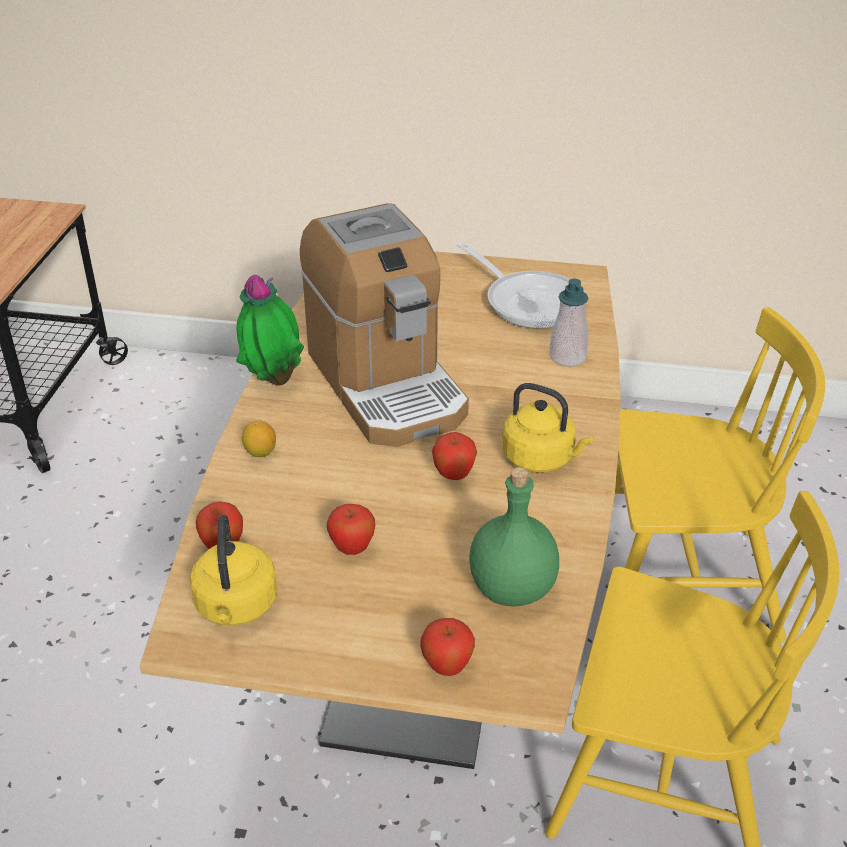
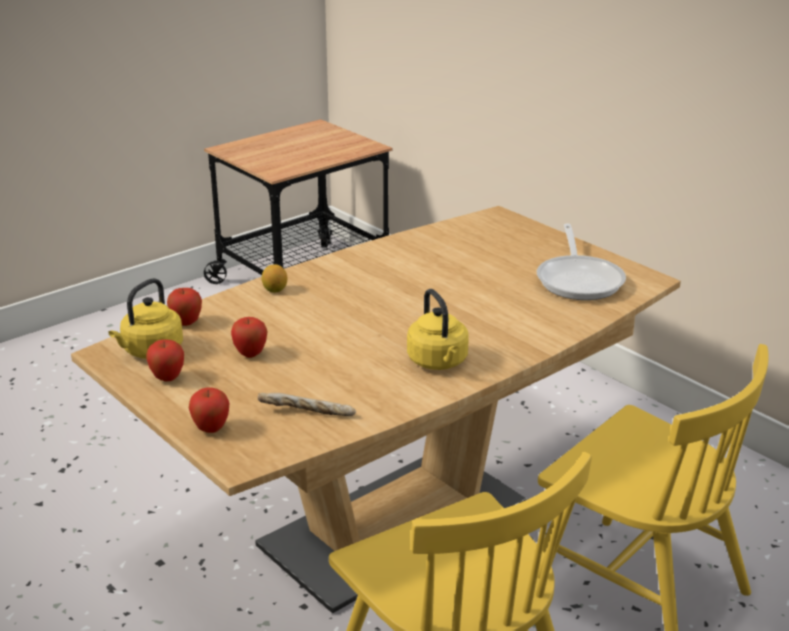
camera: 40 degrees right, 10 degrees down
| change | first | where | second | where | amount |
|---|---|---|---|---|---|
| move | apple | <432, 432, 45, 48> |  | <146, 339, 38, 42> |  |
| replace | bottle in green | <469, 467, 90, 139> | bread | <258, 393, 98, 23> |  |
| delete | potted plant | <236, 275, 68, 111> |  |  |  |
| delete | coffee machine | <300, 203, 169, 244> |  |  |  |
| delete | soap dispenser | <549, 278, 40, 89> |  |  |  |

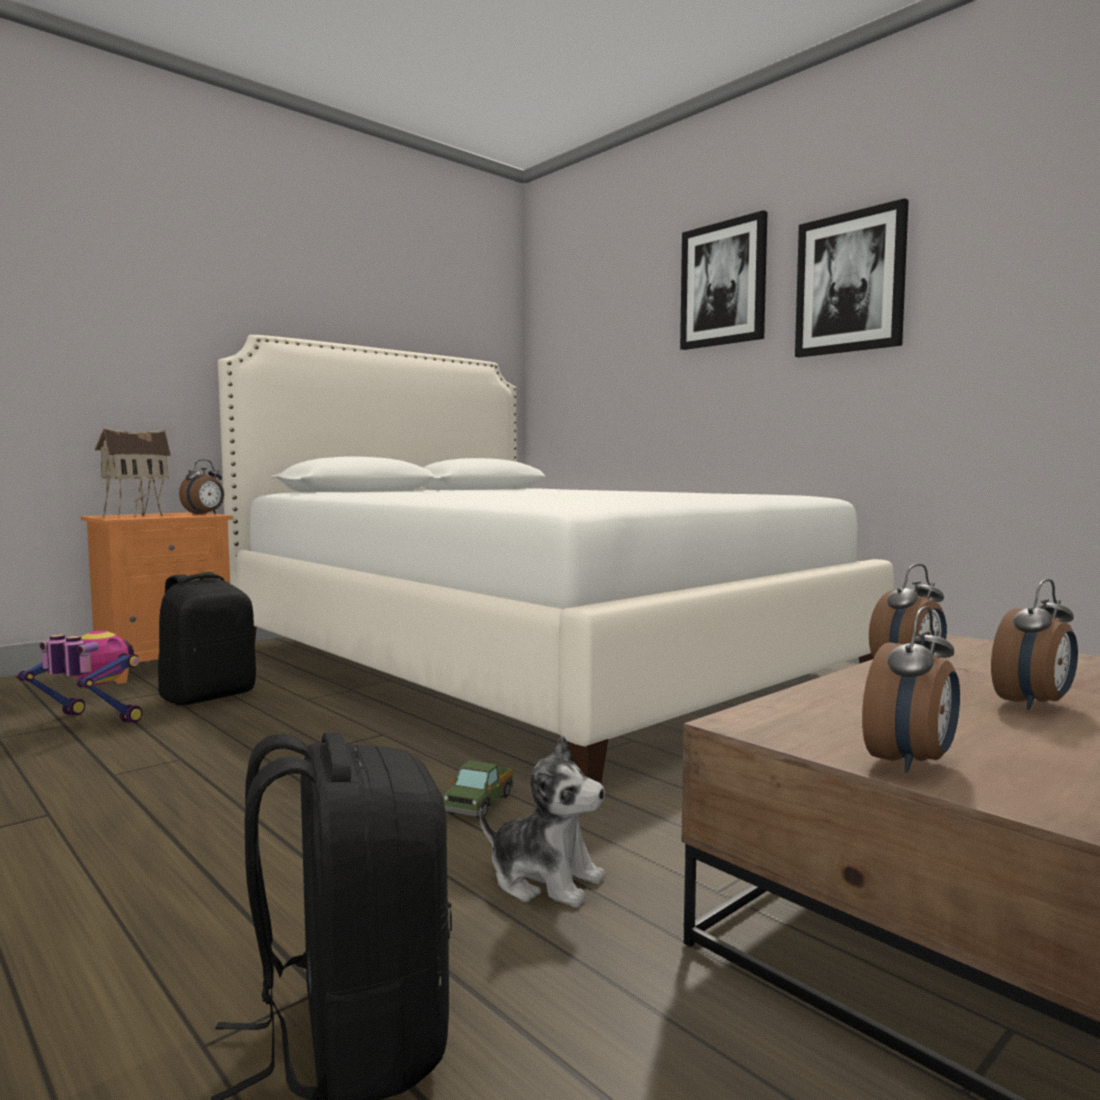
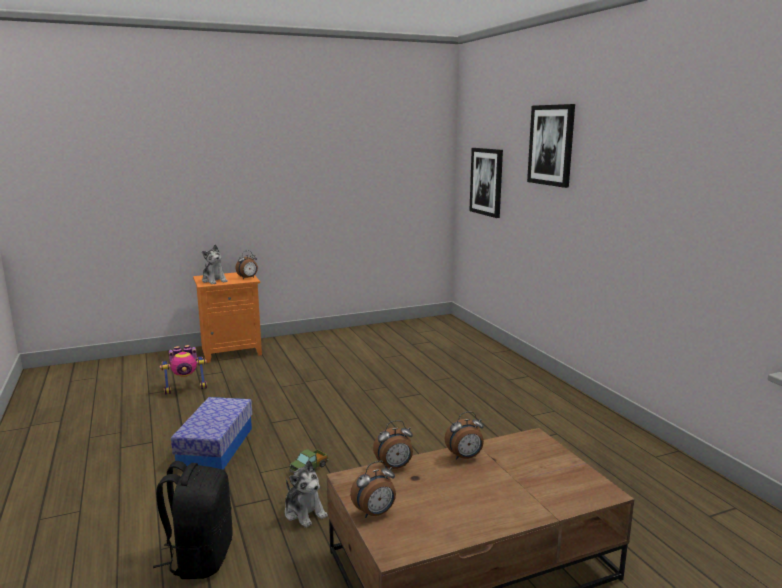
camera: 20 degrees right, 10 degrees up
| change | first | where | second | where | amount |
|---|---|---|---|---|---|
| rotate | toy robot | <17, 631, 125, 92> |  | <160, 345, 47, 49> | 120 degrees clockwise |
| insert |  |  | storage box | <171, 397, 81, 73> |  |
| replace | toy house | <94, 427, 77, 92> | plush toy | <202, 245, 26, 40> |  |
| move | alarm clock | <991, 579, 87, 131> |  | <373, 420, 40, 49> |  |
| move | picture | <795, 198, 114, 159> |  | <469, 148, 34, 70> |  |
| delete | backpack in black | <158, 572, 98, 133> |  |  |  |
| delete | bed in white | <218, 335, 676, 448> |  |  |  |

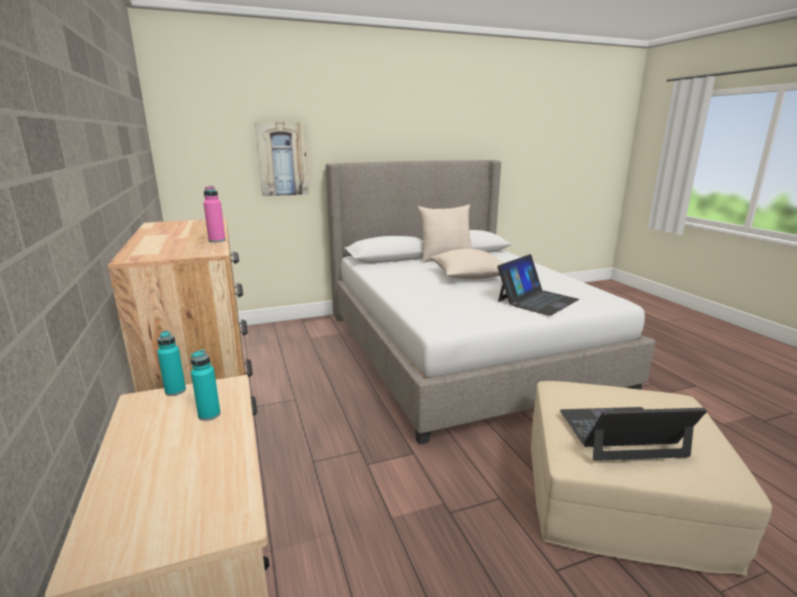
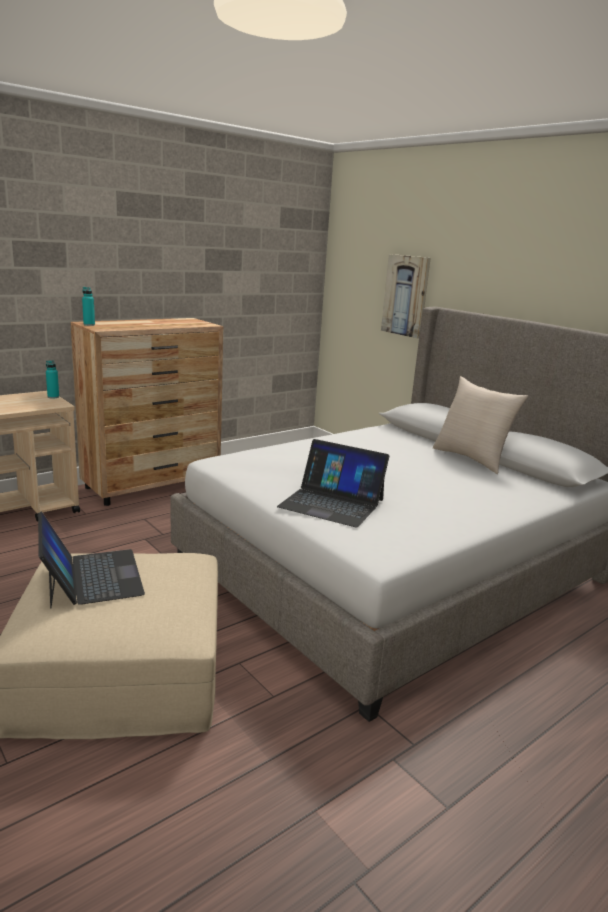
camera: 70 degrees right, 0 degrees up
| change | first | where | second | where | amount |
|---|---|---|---|---|---|
| move | bottle in turquoise | <191, 350, 29, 71> |  | <82, 287, 13, 39> |  |
| delete | bottle in pink | <203, 186, 23, 57> |  |  |  |
| delete | pillow in beige | <430, 249, 73, 30> |  |  |  |

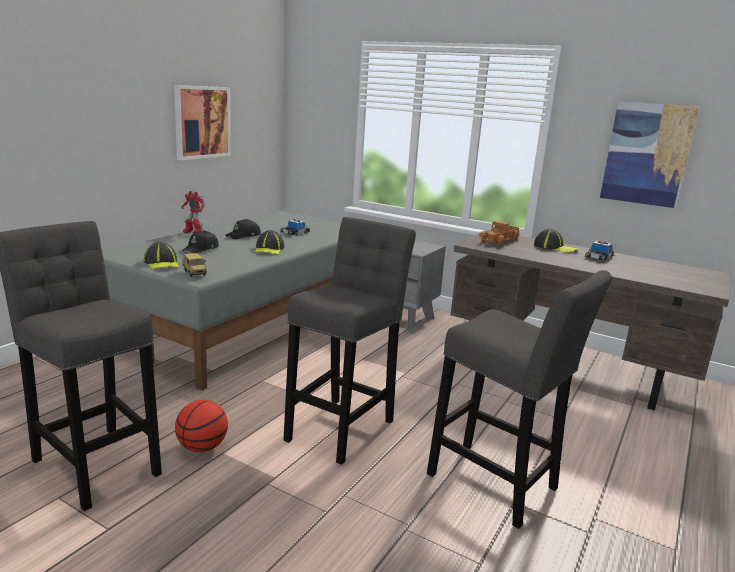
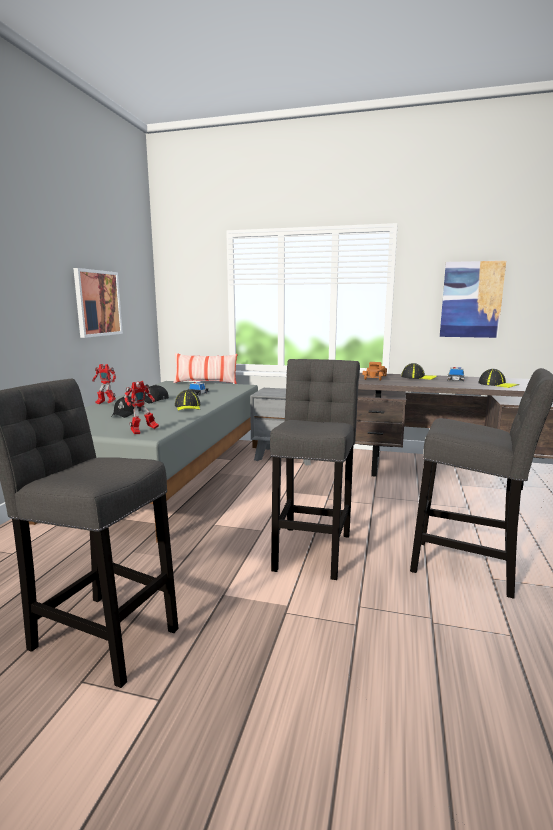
camera: 15 degrees left, 5 degrees down
| change | first | where | second | where | amount |
|---|---|---|---|---|---|
| replace | toy car | <183, 253, 24, 24> | toy robot | <124, 381, 35, 53> |  |
| insert |  |  | pillow | <174, 353, 63, 31> |  |
| move | cap | <144, 242, 35, 27> |  | <478, 369, 42, 19> |  |
| delete | basketball | <175, 400, 53, 52> |  |  |  |

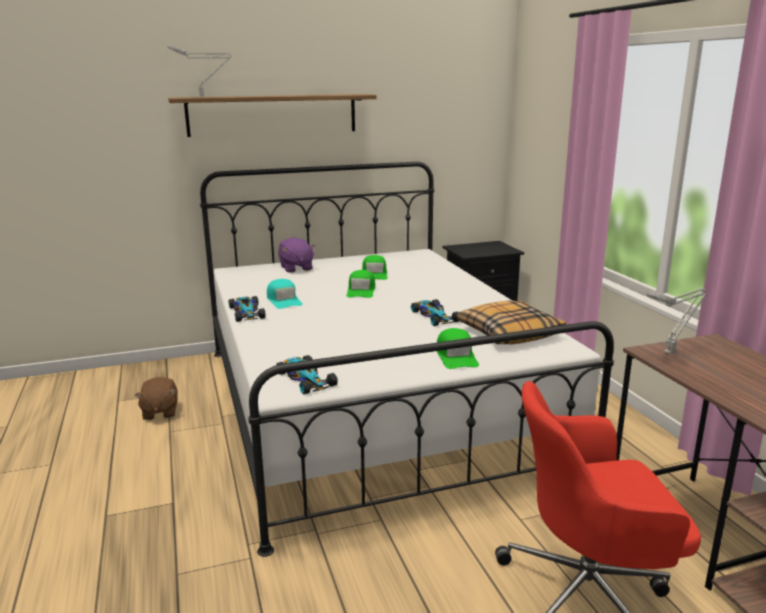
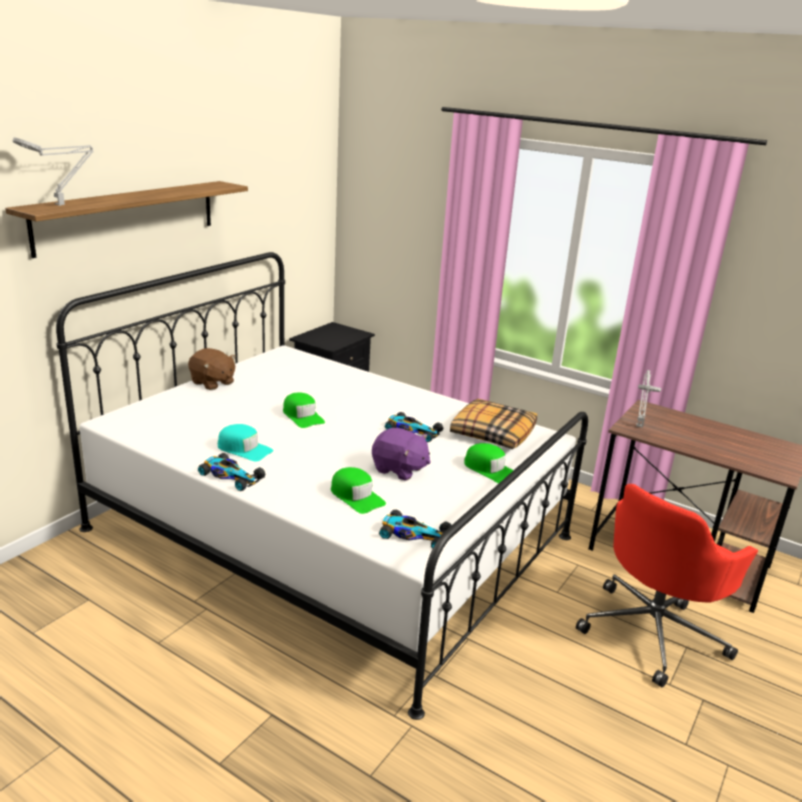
camera: 40 degrees left, 5 degrees up
| change | first | where | second | where | amount |
|---|---|---|---|---|---|
| move | plush toy in brown | <135, 377, 43, 43> |  | <188, 348, 48, 42> |  |
| move | cap in green | <362, 255, 25, 25> |  | <331, 467, 55, 47> |  |
| move | plush toy in purple | <278, 238, 37, 35> |  | <372, 428, 59, 53> |  |

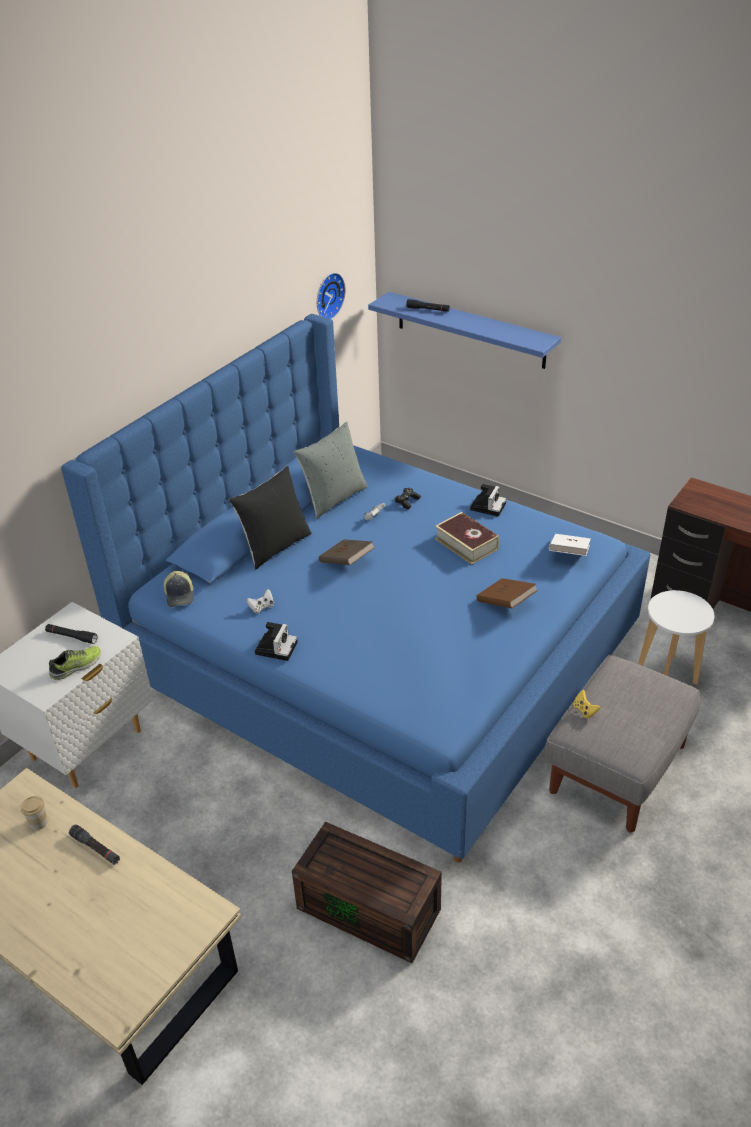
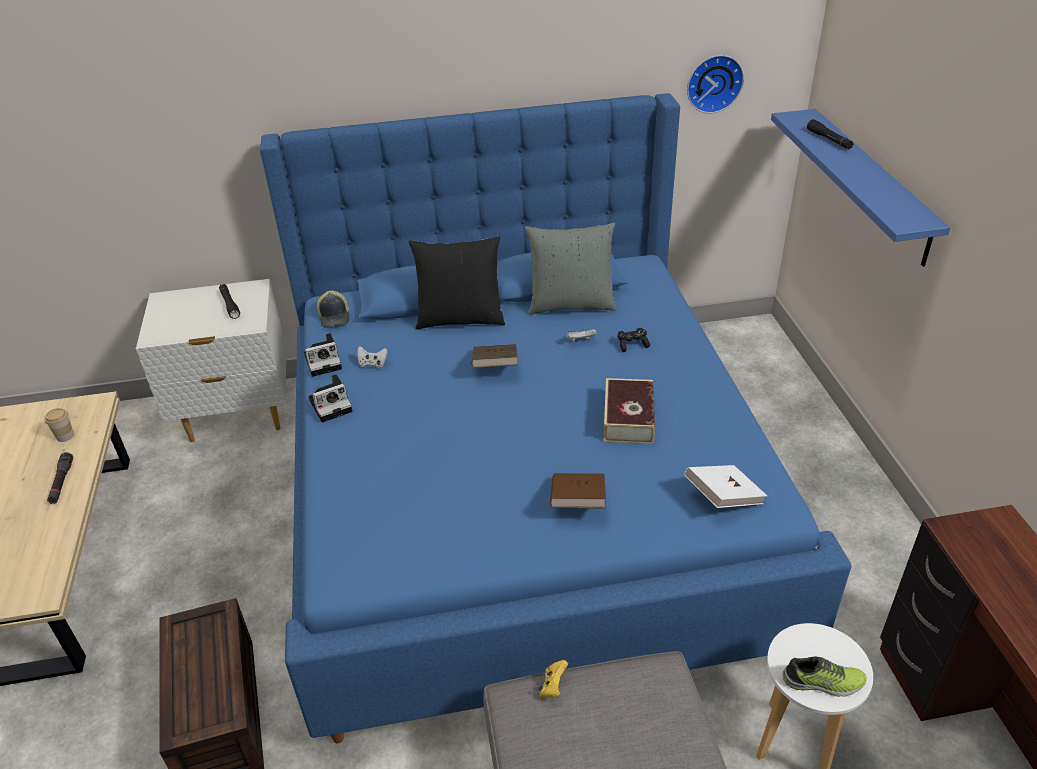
camera: 45 degrees right, 0 degrees up
| change | first | where | second | where | amount |
|---|---|---|---|---|---|
| move | photo camera | <470, 484, 36, 33> |  | <304, 333, 38, 44> |  |
| rotate | cap | <164, 571, 30, 36> |  | <317, 291, 32, 37> | 45 degrees counterclockwise |
| move | shoe | <49, 646, 52, 34> |  | <782, 657, 85, 40> |  |

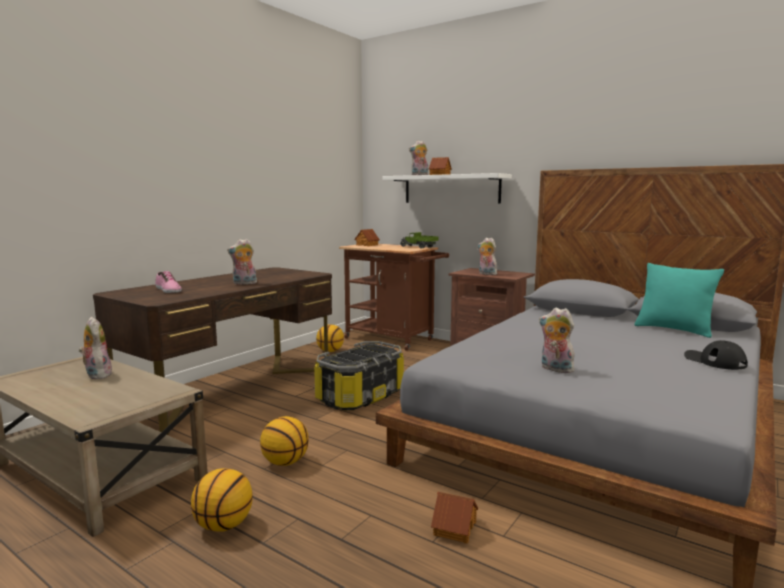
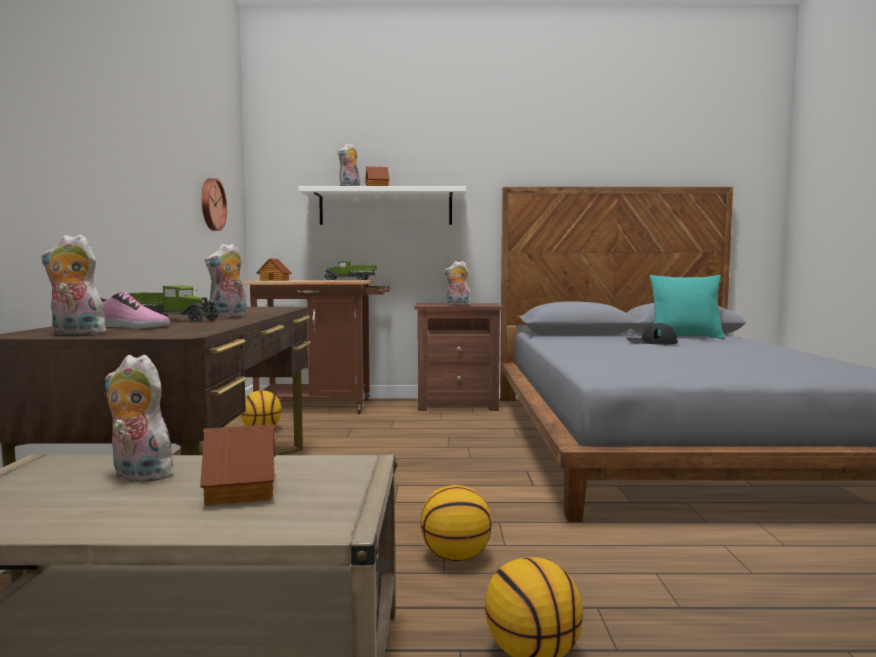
camera: 35 degrees left, 5 degrees down
| change | first | where | second | where | amount |
|---|---|---|---|---|---|
| move | plush toy | <539, 308, 36, 65> |  | <42, 234, 67, 101> |  |
| insert |  |  | toy truck | <128, 285, 92, 38> |  |
| move | toy house | <431, 492, 47, 51> |  | <200, 424, 75, 82> |  |
| insert |  |  | wall clock | <202, 178, 25, 53> |  |
| move | cap in black | <684, 340, 64, 30> |  | <626, 323, 52, 22> |  |
| delete | storage box | <314, 341, 90, 69> |  |  |  |

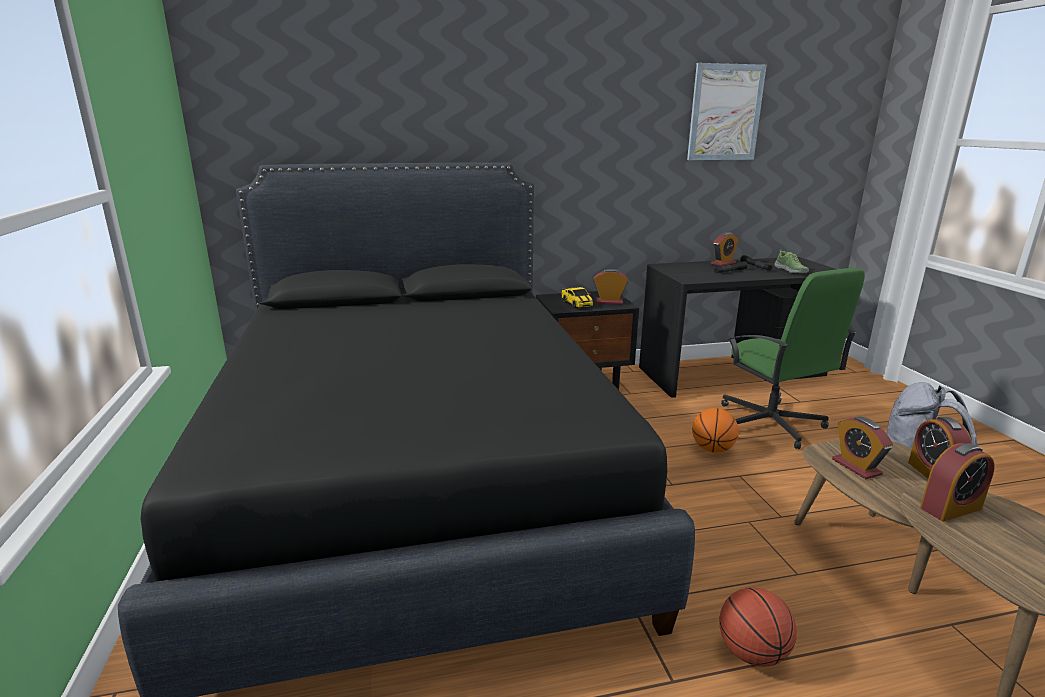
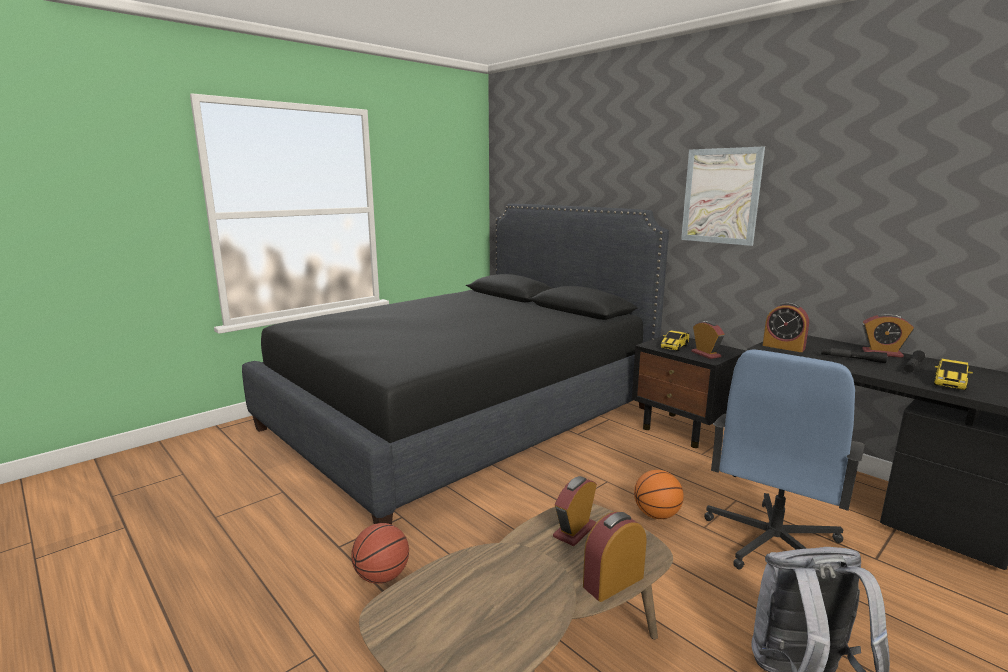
camera: 60 degrees right, 5 degrees down
| change | first | where | second | where | amount |
|---|---|---|---|---|---|
| move | picture | <687, 63, 80, 97> |  | <681, 146, 84, 100> |  |
| recolor | office chair in green | <721, 268, 144, 181> | office chair in blue | <704, 349, 161, 220> |  |
| move | alarm clock | <920, 443, 75, 79> |  | <762, 302, 47, 50> |  |
| replace | shoe | <774, 250, 35, 23> | toy car | <934, 359, 39, 31> |  |

